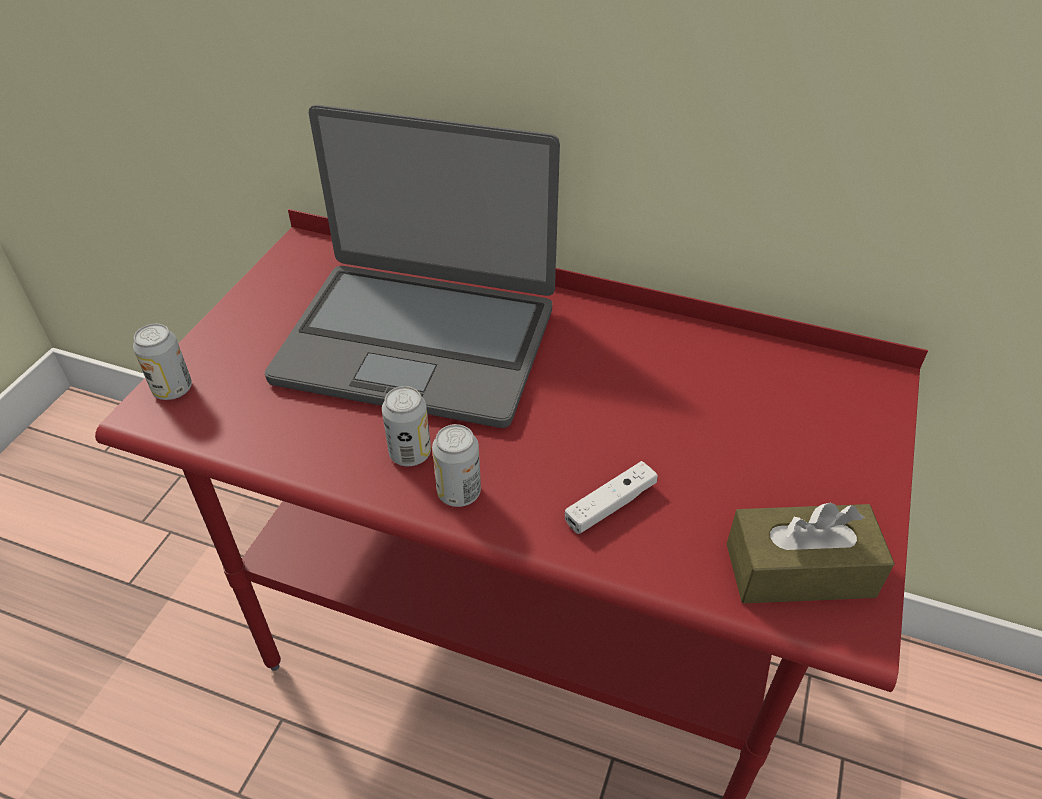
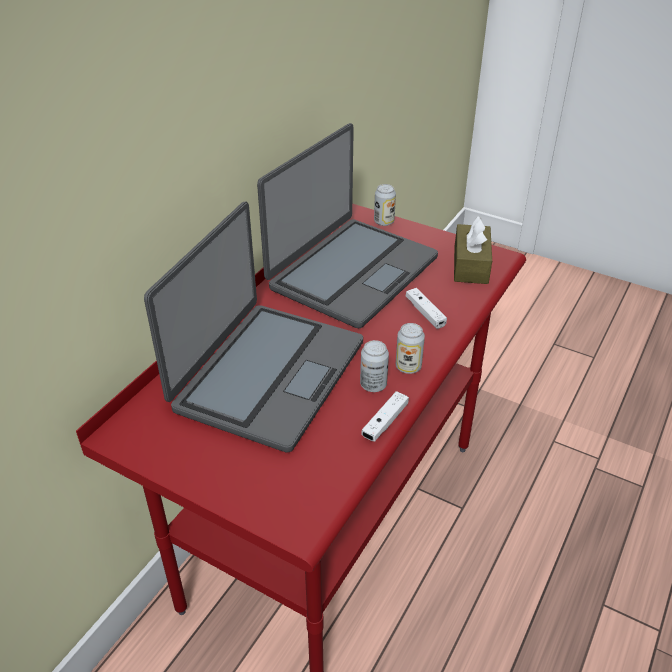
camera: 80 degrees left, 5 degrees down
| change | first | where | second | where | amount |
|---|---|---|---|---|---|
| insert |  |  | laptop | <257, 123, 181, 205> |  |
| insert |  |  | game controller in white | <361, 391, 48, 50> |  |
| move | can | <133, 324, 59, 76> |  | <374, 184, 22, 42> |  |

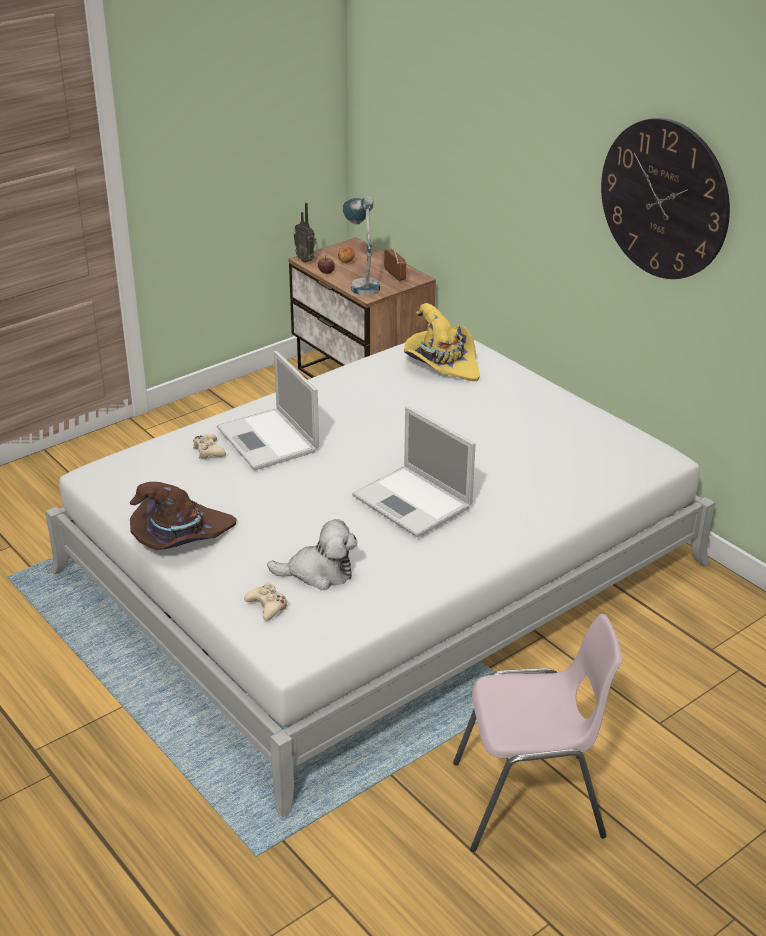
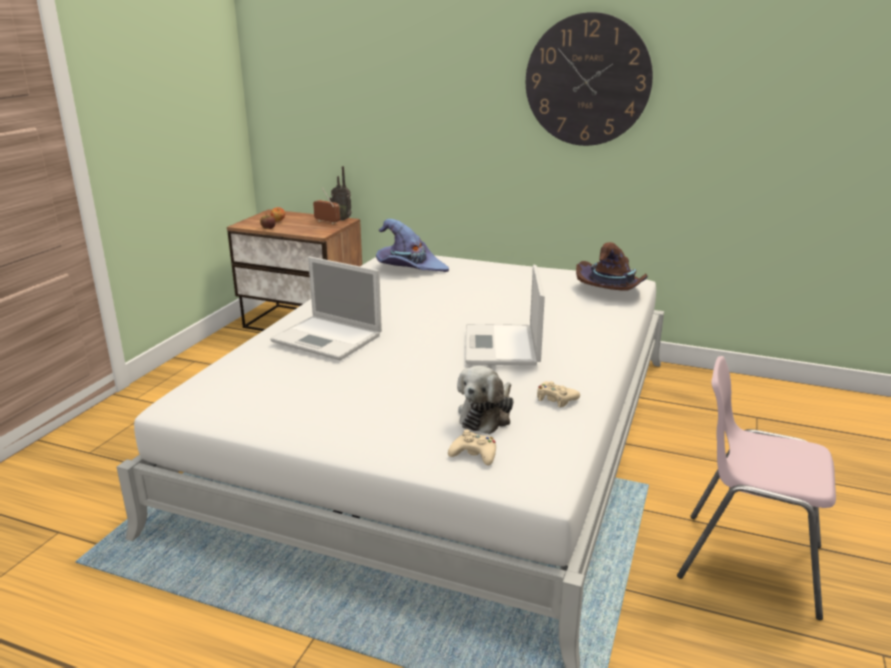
camera: 30 degrees left, 10 degrees down
| change | first | where | second | where | amount |
|---|---|---|---|---|---|
| move | radio | <294, 203, 22, 60> |  | <329, 166, 23, 54> |  |
| recolor | hat in yellow | <404, 303, 76, 78> | hat in purple | <376, 219, 73, 53> |  |
| rotate | plush toy | <267, 519, 90, 71> |  | <457, 366, 57, 68> | 150 degrees clockwise |
| rotate | laptop | <352, 406, 124, 131> |  | <465, 264, 80, 102> | 75 degrees clockwise |
| move | game controller in beige | <193, 434, 33, 25> |  | <537, 381, 43, 26> |  |
| move | hat in brown | <130, 482, 107, 68> |  | <576, 242, 72, 49> |  |
| rotate | chair in pink | <453, 614, 170, 238> |  | <677, 356, 159, 264> | 120 degrees counterclockwise |
| delete | table lamp | <343, 196, 37, 100> |  |  |  |

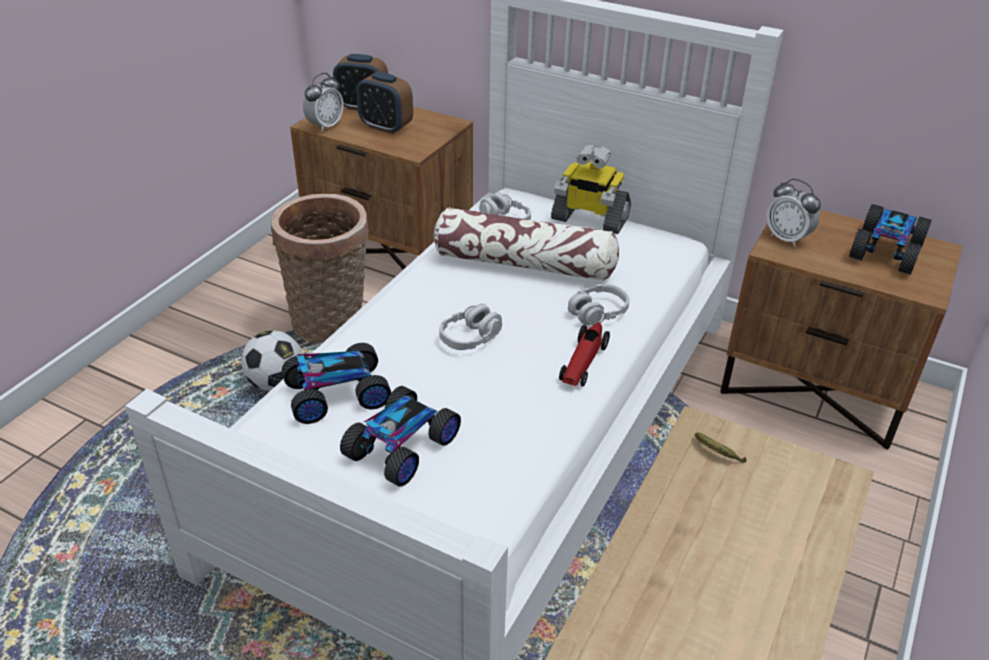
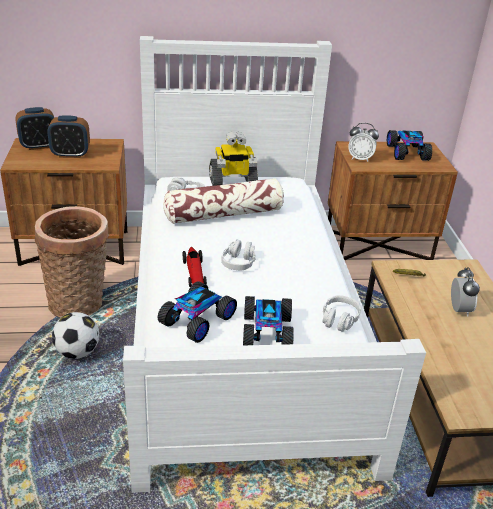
camera: 35 degrees left, 5 degrees down
| change | first | where | second | where | amount |
|---|---|---|---|---|---|
| move | toy car | <559, 322, 51, 64> |  | <183, 247, 24, 40> |  |
| move | headphones in grey | <568, 284, 62, 41> |  | <323, 295, 38, 37> |  |
| move | alarm clock | <303, 73, 41, 59> |  | <451, 267, 29, 50> |  |

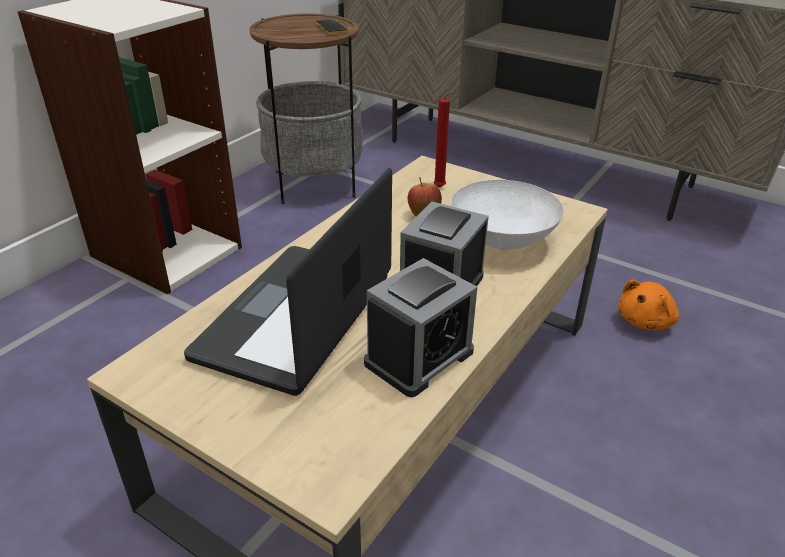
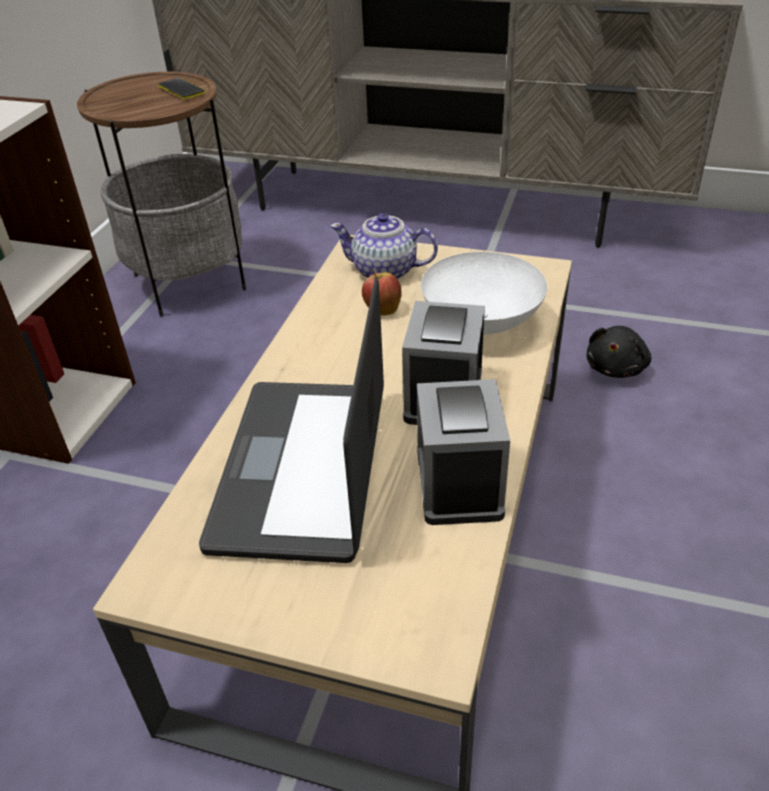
camera: 15 degrees left, 5 degrees up
| change | first | where | second | where | amount |
|---|---|---|---|---|---|
| replace | candle in red | <433, 91, 23, 97> | teapot | <330, 213, 108, 67> |  |
| rotate | alarm clock | <364, 258, 113, 139> |  | <417, 379, 93, 146> | 150 degrees clockwise |
| recolor | plush toy in orange | <618, 280, 61, 50> | plush toy in black | <586, 326, 65, 52> |  |

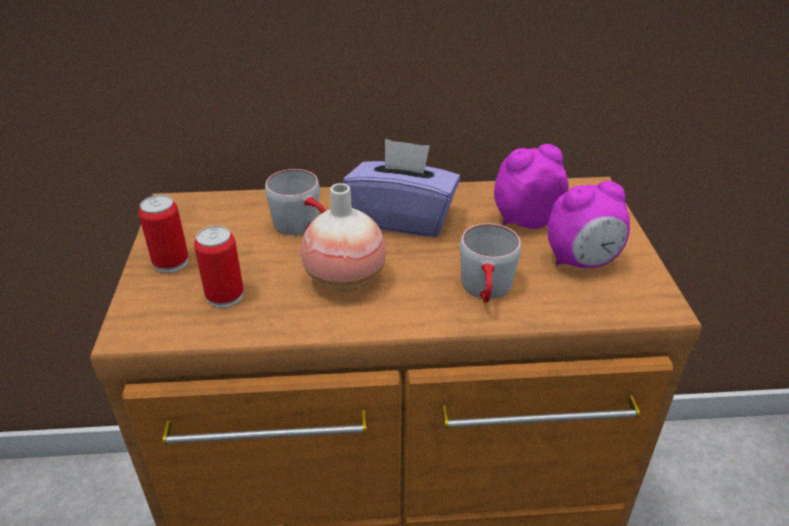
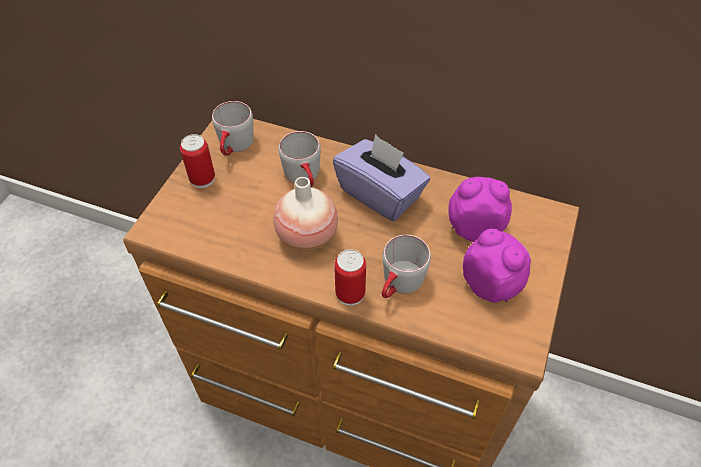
camera: 25 degrees right, 15 degrees up
| change | first | where | second | where | amount |
|---|---|---|---|---|---|
| insert |  |  | mug in grey | <212, 101, 42, 55> |  |
| move | can | <194, 226, 50, 82> |  | <334, 249, 32, 57> |  |
| rotate | alarm clock | <547, 181, 83, 87> |  | <463, 228, 68, 75> | 135 degrees counterclockwise |

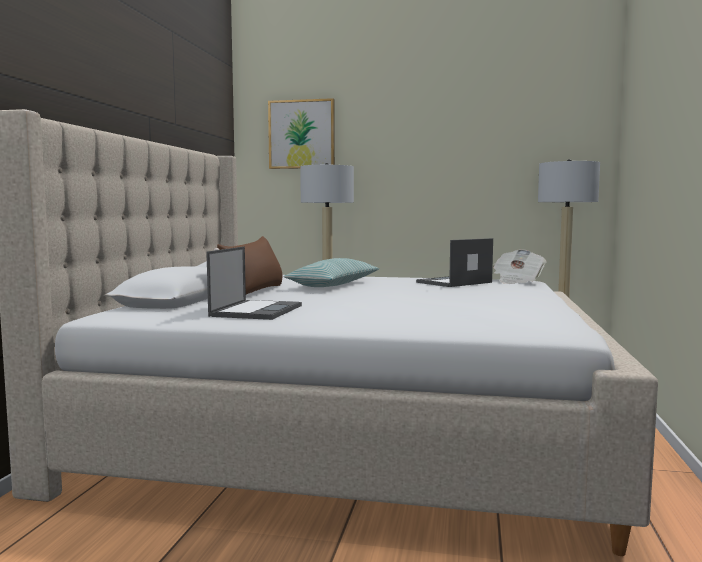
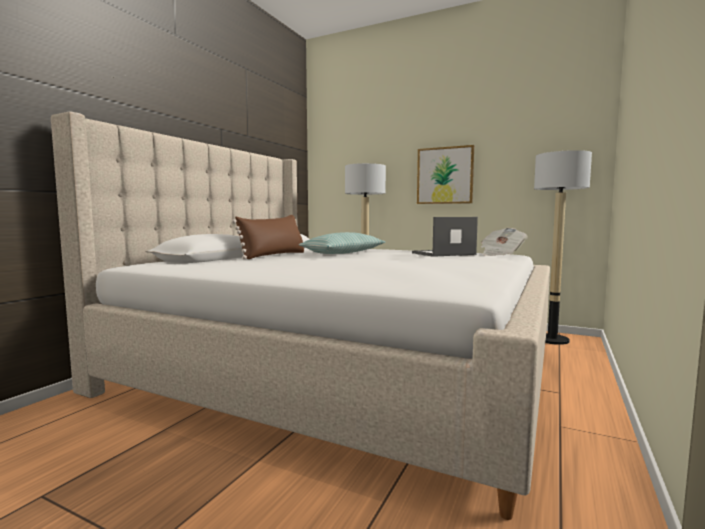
camera: 15 degrees right, 0 degrees up
| change | first | where | second | where | amount |
|---|---|---|---|---|---|
| move | picture | <268, 98, 67, 71> |  | <417, 145, 57, 59> |  |
| delete | laptop | <206, 246, 96, 74> |  |  |  |

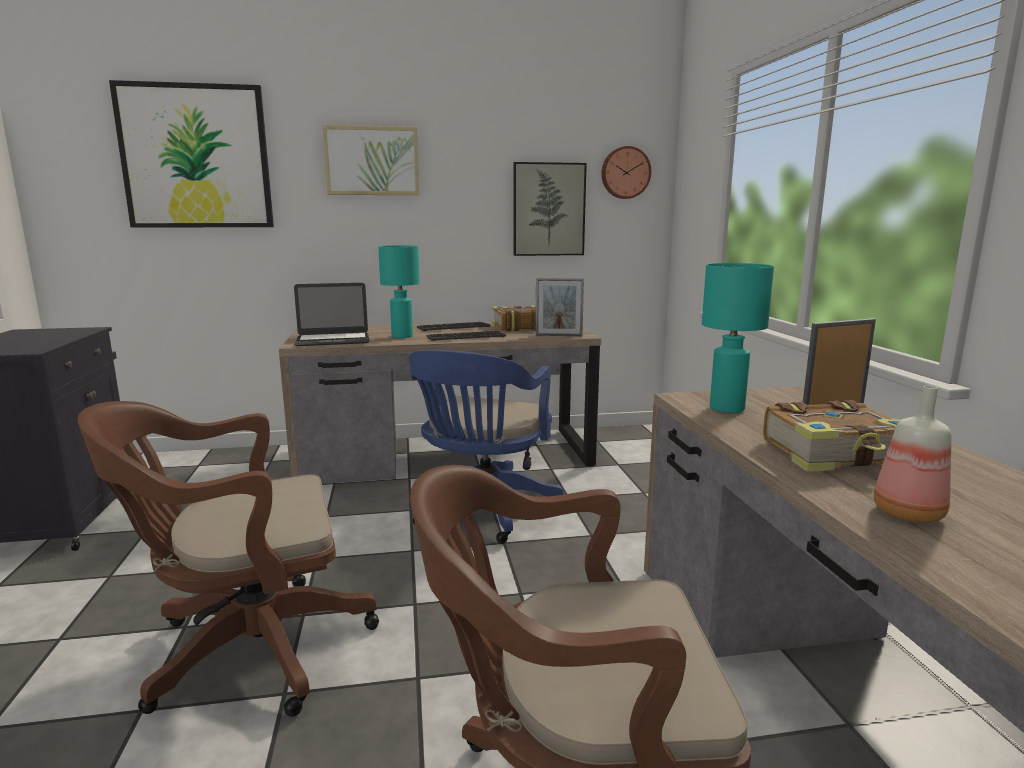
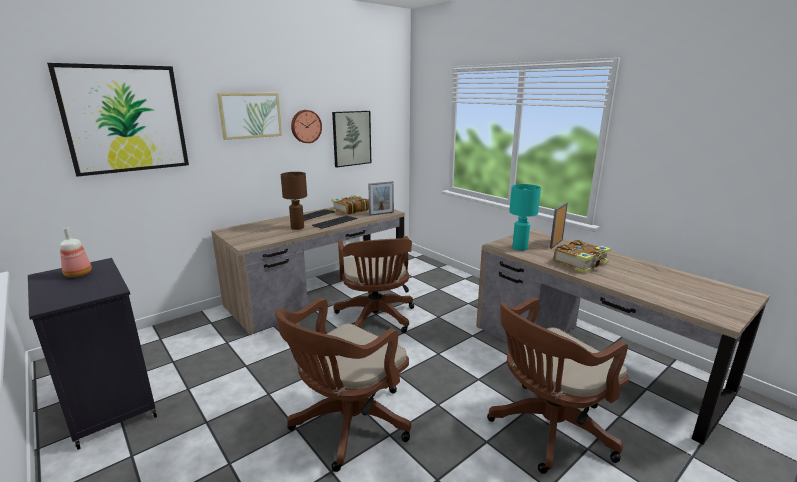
camera: 30 degrees left, 5 degrees up
| change | first | where | second | where | amount |
|---|---|---|---|---|---|
| move | bottle | <874, 386, 78, 137> |  | <60, 228, 32, 49> |  |
| recolor | table lamp in turquoise | <378, 245, 42, 93> | table lamp in brown | <281, 172, 26, 58> |  |
| move | wall clock | <601, 146, 50, 53> |  | <291, 110, 31, 33> |  |
| recolor | office chair in blue | <409, 350, 155, 194> | office chair in brown | <333, 236, 81, 97> |  |
| delete | laptop | <294, 283, 75, 63> |  |  |  |

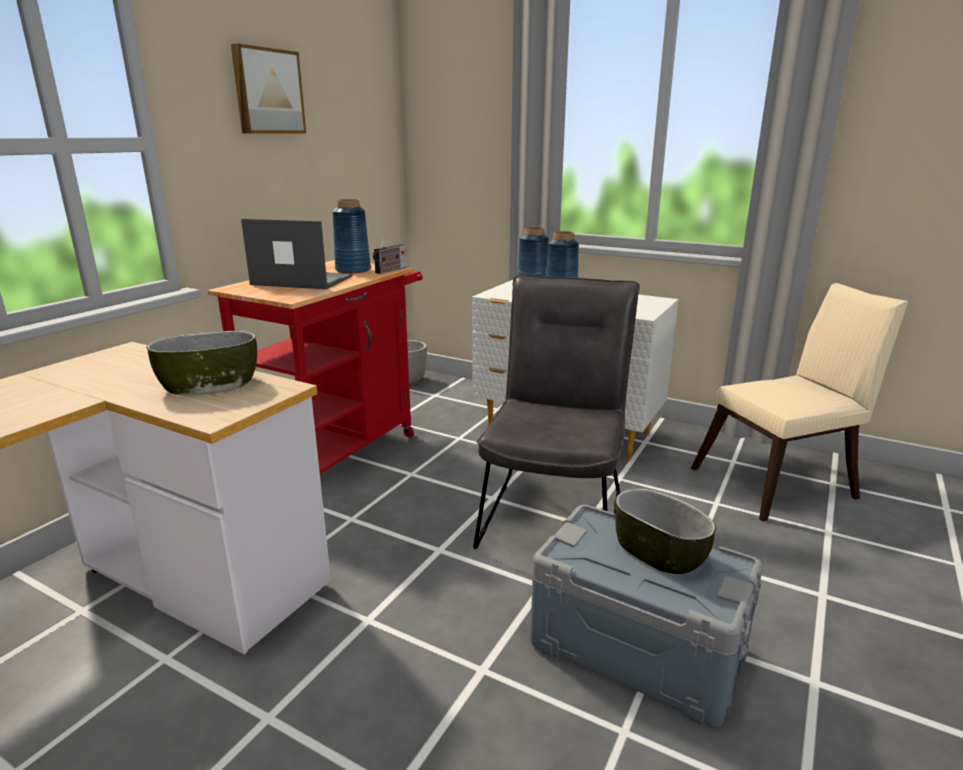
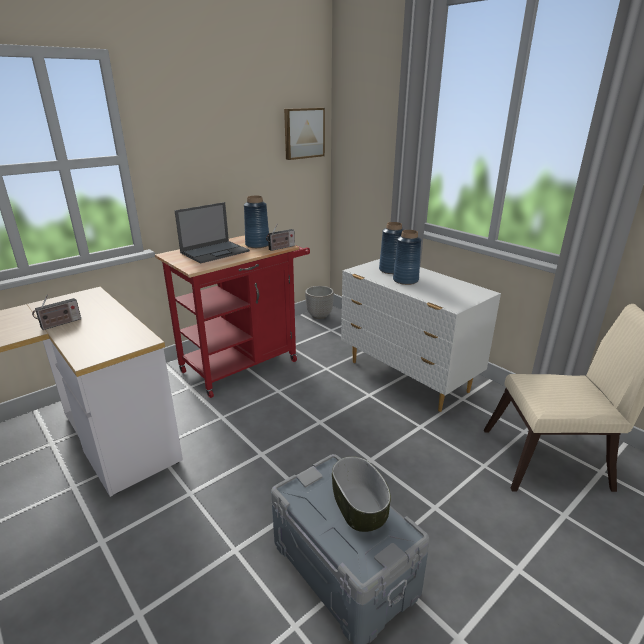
camera: 20 degrees right, 5 degrees up
| change | first | where | second | where | amount |
|---|---|---|---|---|---|
| insert |  |  | radio | <32, 294, 49, 36> |  |
| rotate | laptop | <241, 218, 112, 71> |  | <174, 202, 76, 61> | 105 degrees clockwise |
| move | picture | <231, 43, 75, 90> |  | <284, 108, 41, 52> |  |
| delete | bowl | <146, 331, 111, 64> |  |  |  |
| delete | chair in grey | <473, 274, 167, 275> |  |  |  |

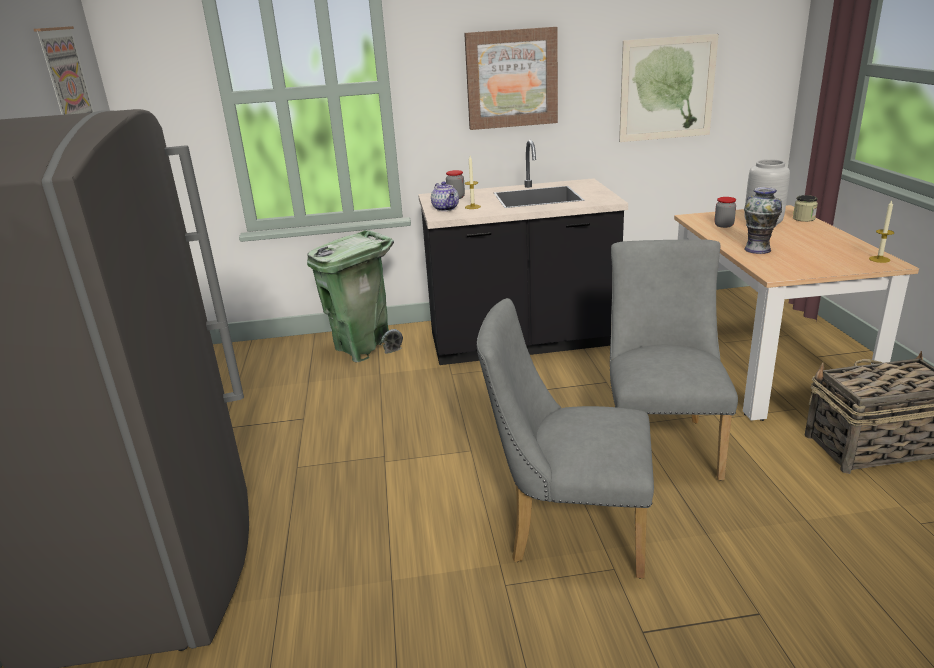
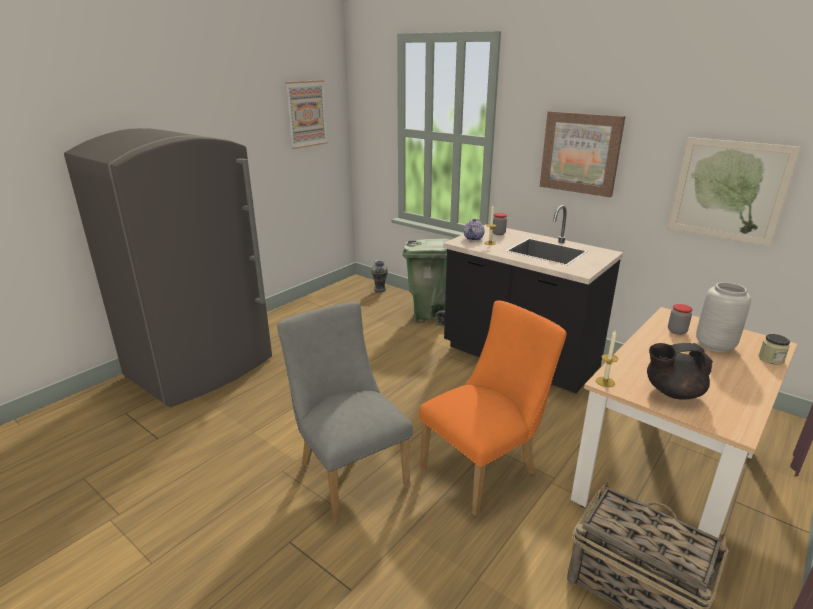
camera: 45 degrees right, 0 degrees up
| change | first | where | second | where | amount |
|---|---|---|---|---|---|
| move | vase | <744, 187, 38, 67> |  | <371, 260, 17, 32> |  |
| recolor | chair in grey | <610, 239, 128, 242> | chair in orange | <419, 300, 147, 216> |  |
| move | candle | <869, 201, 25, 62> |  | <596, 330, 22, 57> |  |
| insert |  |  | teapot in black | <647, 343, 66, 57> |  |

